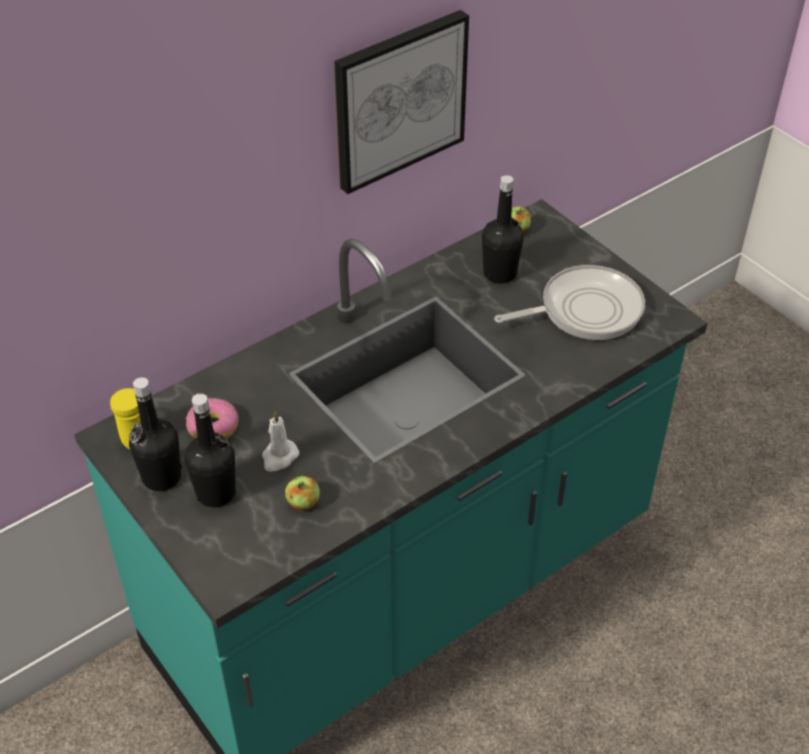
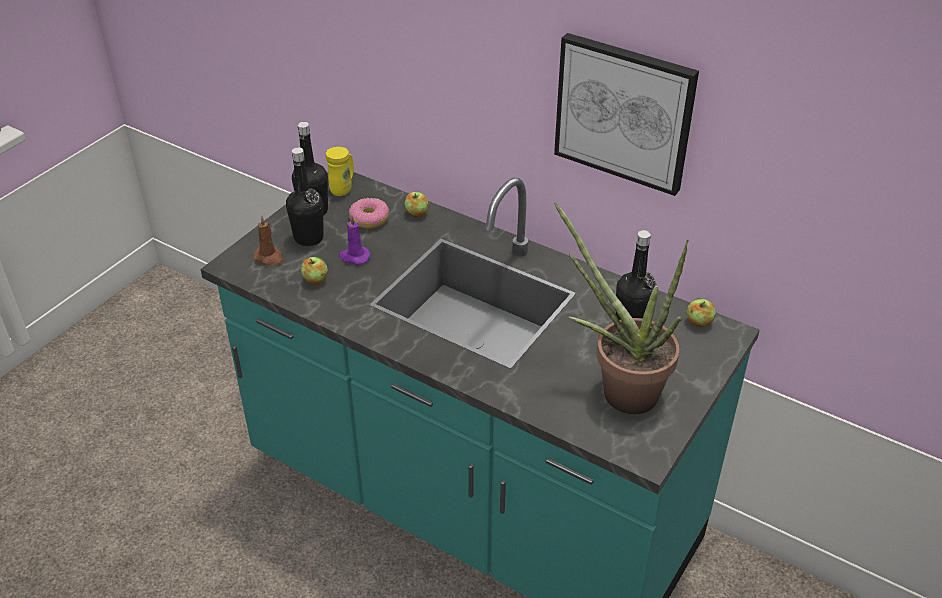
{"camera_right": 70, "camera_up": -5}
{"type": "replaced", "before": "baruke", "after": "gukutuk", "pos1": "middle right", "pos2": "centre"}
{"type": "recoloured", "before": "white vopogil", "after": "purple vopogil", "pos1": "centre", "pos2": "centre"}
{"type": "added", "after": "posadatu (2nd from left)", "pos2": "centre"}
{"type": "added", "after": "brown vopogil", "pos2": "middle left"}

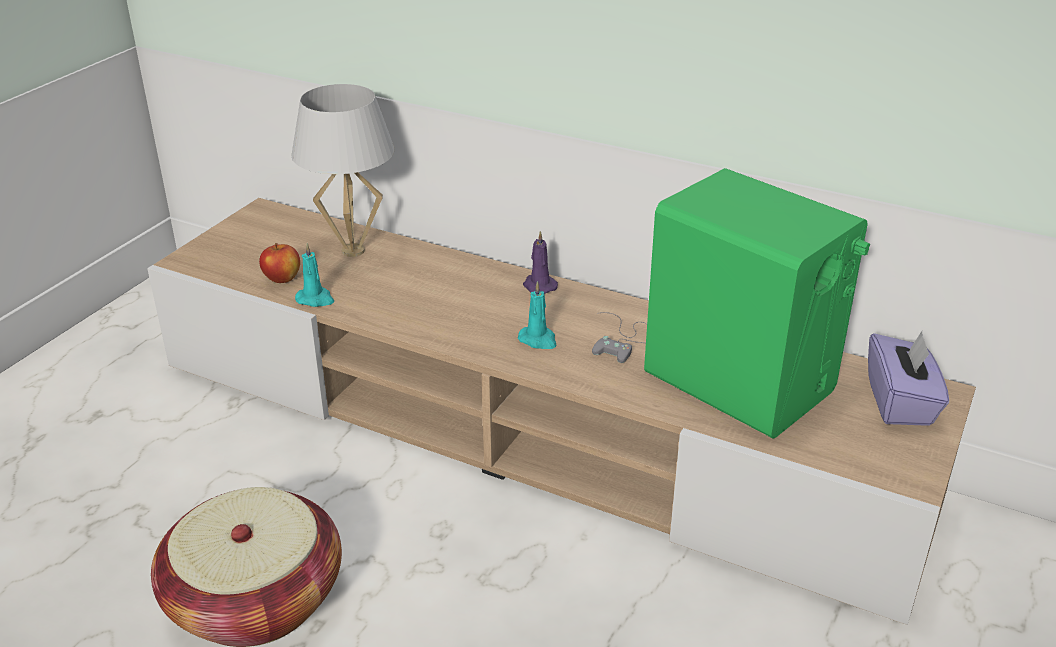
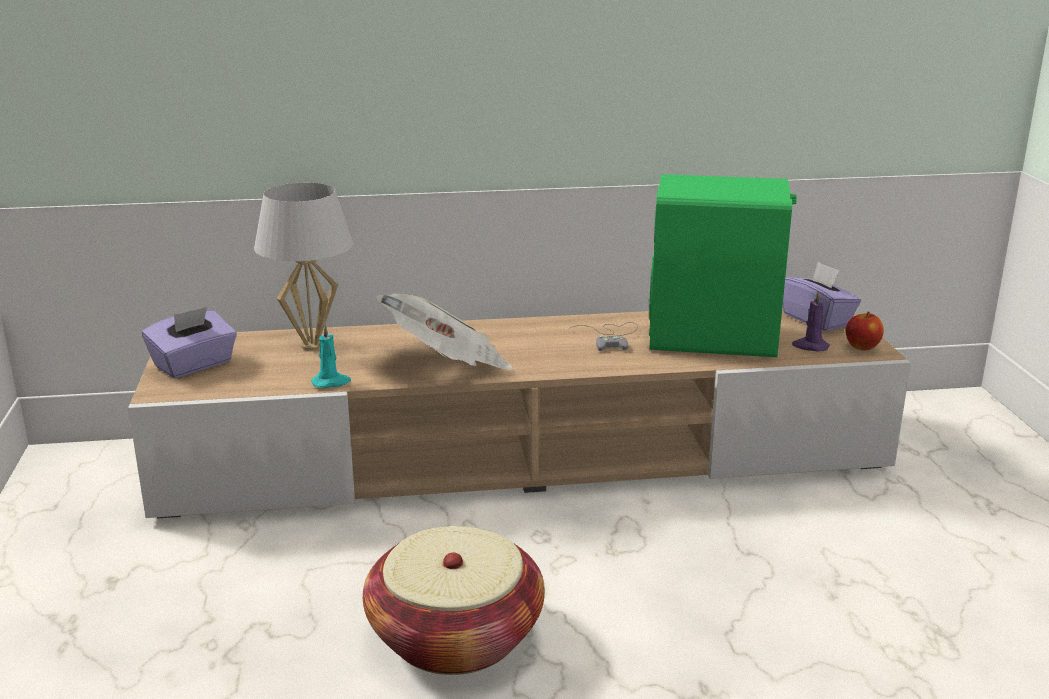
{"camera_right": -35, "camera_up": -10}
{"type": "moved", "before": "purple vopogil", "pos1": "centre", "pos2": "middle right"}
{"type": "moved", "before": "posadatu", "pos1": "middle left", "pos2": "middle right"}
{"type": "removed", "before": "turquoise vopogil (2nd from left)", "pos1": "centre"}
{"type": "added", "after": "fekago", "pos2": "centre"}
{"type": "added", "after": "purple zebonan (1st from left)", "pos2": "middle left"}

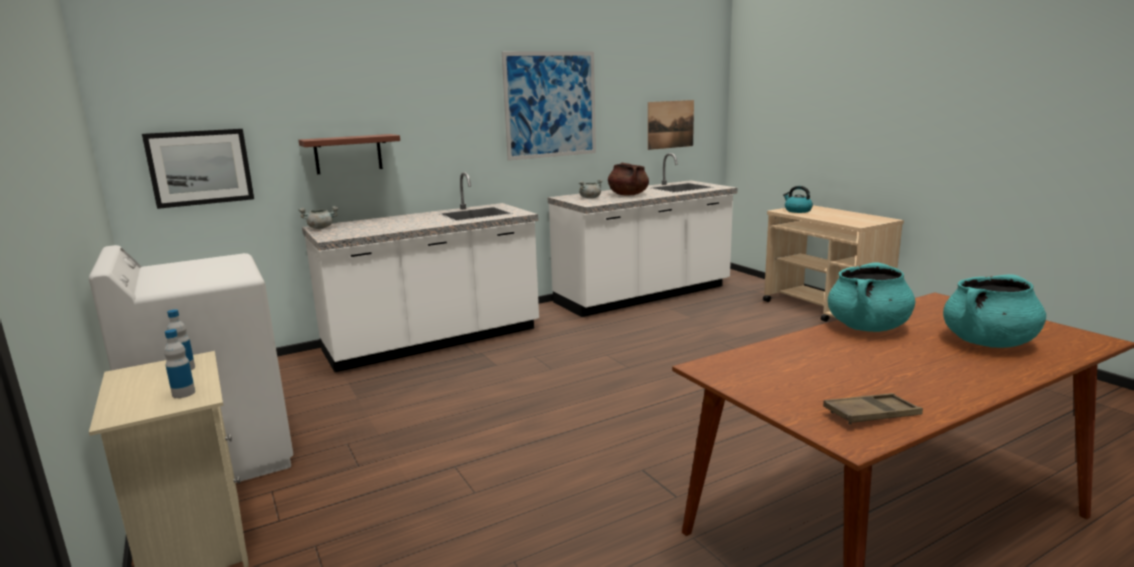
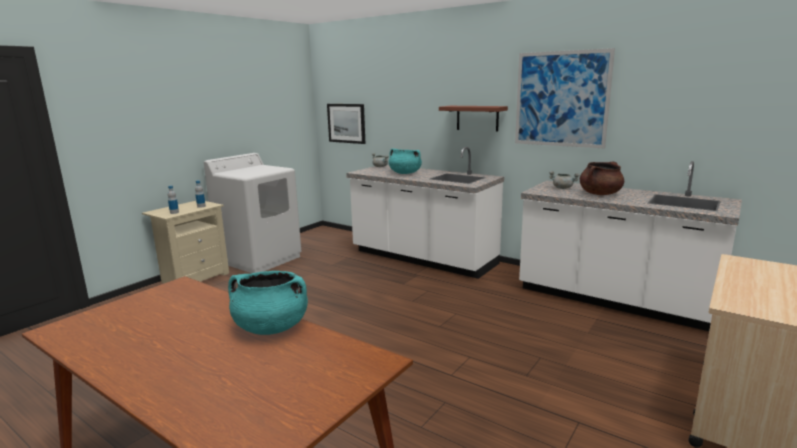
{"camera_right": 65, "camera_up": 0}
{"type": "removed", "before": "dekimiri (3rd from left)", "pos1": "top centre"}
{"type": "moved", "before": "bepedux", "pos1": "top left", "pos2": "top centre"}
{"type": "removed", "before": "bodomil", "pos1": "middle right"}
{"type": "moved", "before": "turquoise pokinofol (2nd from left)", "pos1": "middle right", "pos2": "centre"}
{"type": "removed", "before": "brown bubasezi", "pos1": "bottom right"}

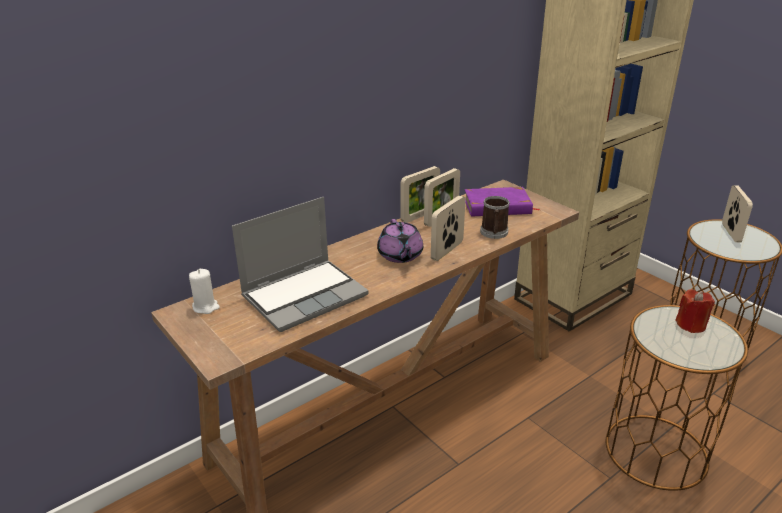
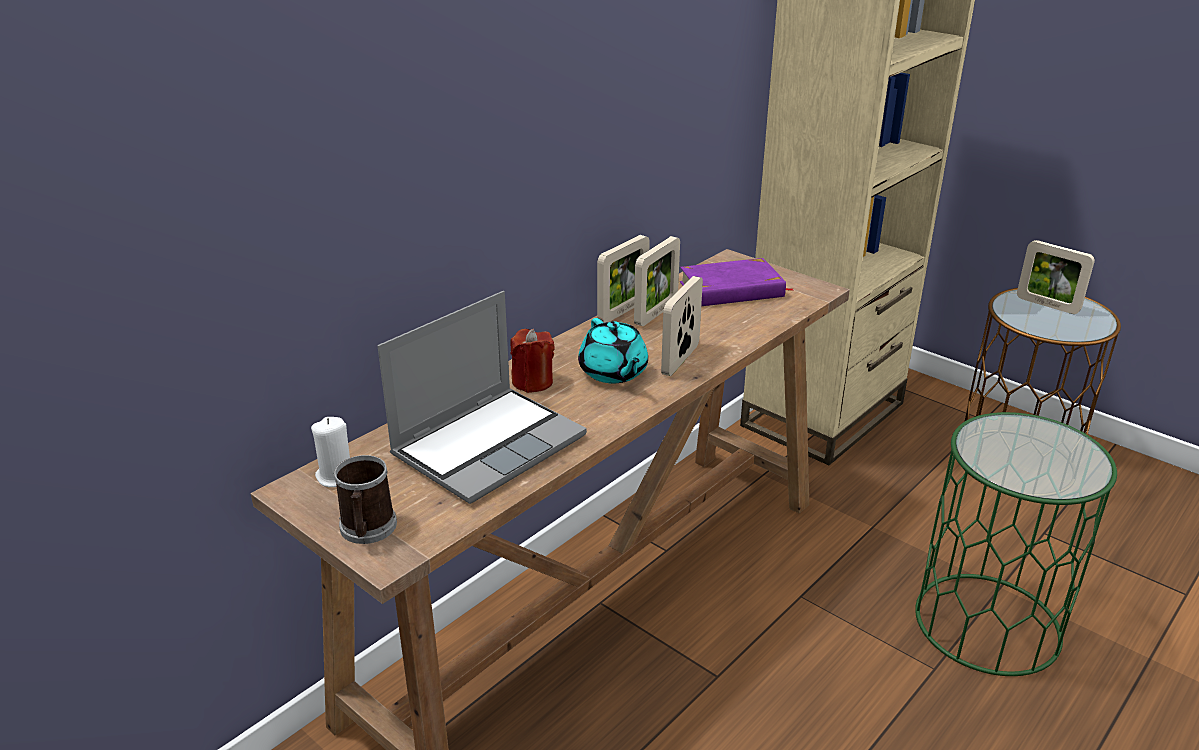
{"camera_right": -10, "camera_up": 0}
{"type": "turned", "before": "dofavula (4th from left)", "pos1": "middle right", "pos2": "middle right", "turn": 135}
{"type": "moved", "before": "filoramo", "pos1": "centre", "pos2": "middle left"}
{"type": "recoloured", "before": "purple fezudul", "after": "turquoise fezudul", "pos1": "centre", "pos2": "centre"}
{"type": "moved", "before": "red vopogil", "pos1": "middle right", "pos2": "centre"}
{"type": "recoloured", "before": "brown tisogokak (1st from left)", "after": "green tisogokak", "pos1": "bottom right", "pos2": "bottom right"}

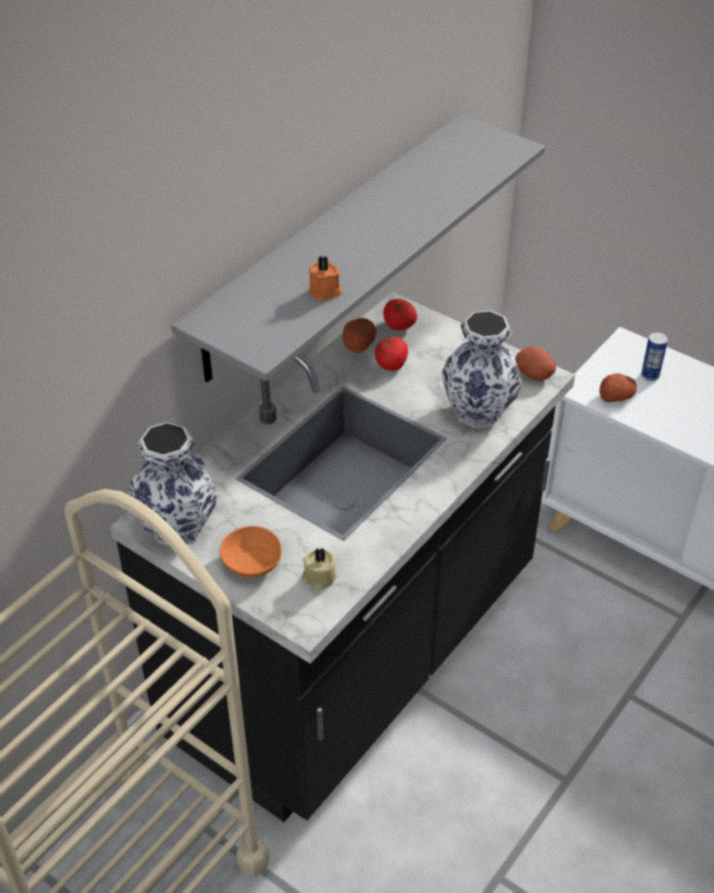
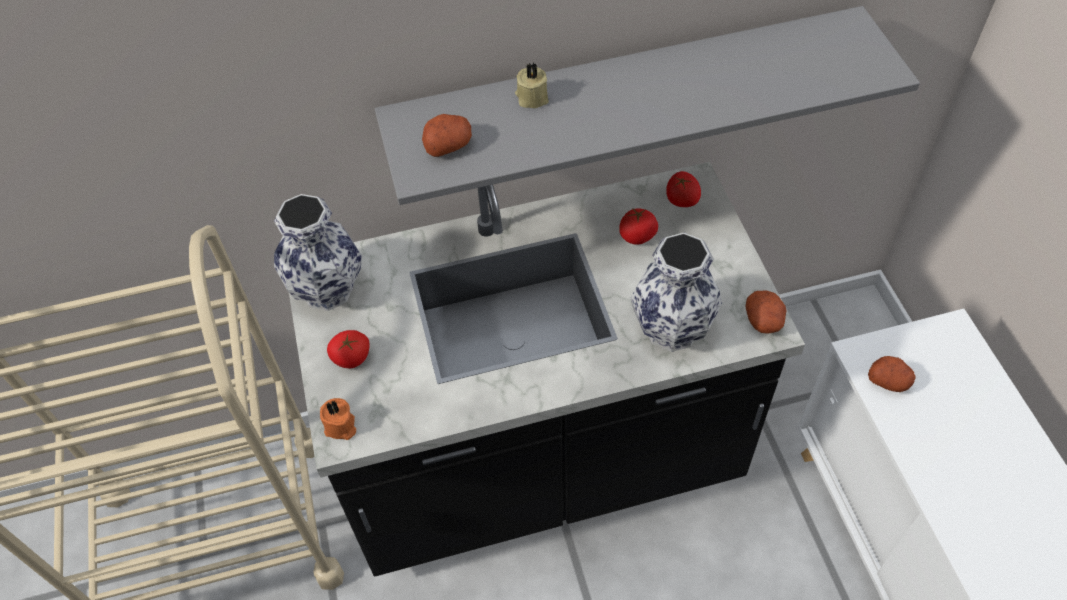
{"camera_right": 40, "camera_up": 10}
{"type": "moved", "before": "orange vopogil", "pos1": "top centre", "pos2": "bottom left"}
{"type": "moved", "before": "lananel (1st from left)", "pos1": "centre", "pos2": "top centre"}
{"type": "removed", "before": "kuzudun", "pos1": "middle right"}
{"type": "replaced", "before": "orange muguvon", "after": "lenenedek (1st from left)", "pos1": "centre", "pos2": "middle left"}
{"type": "moved", "before": "beige vopogil", "pos1": "centre", "pos2": "top centre"}

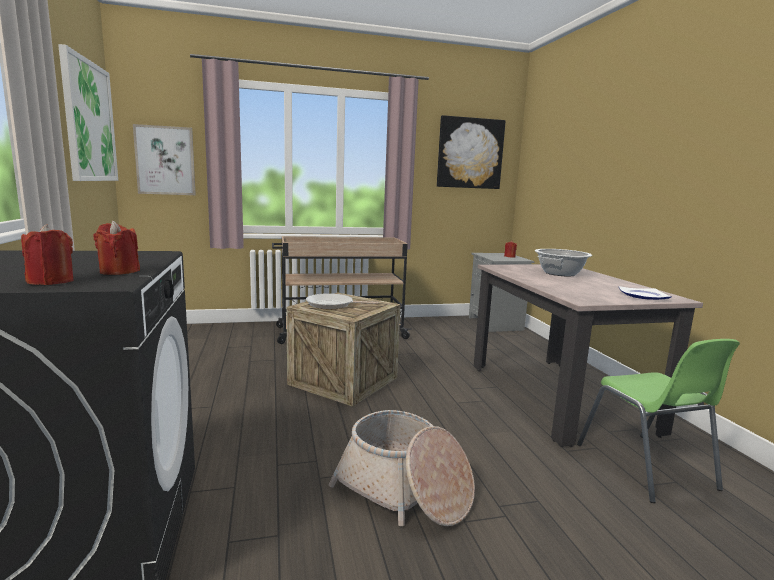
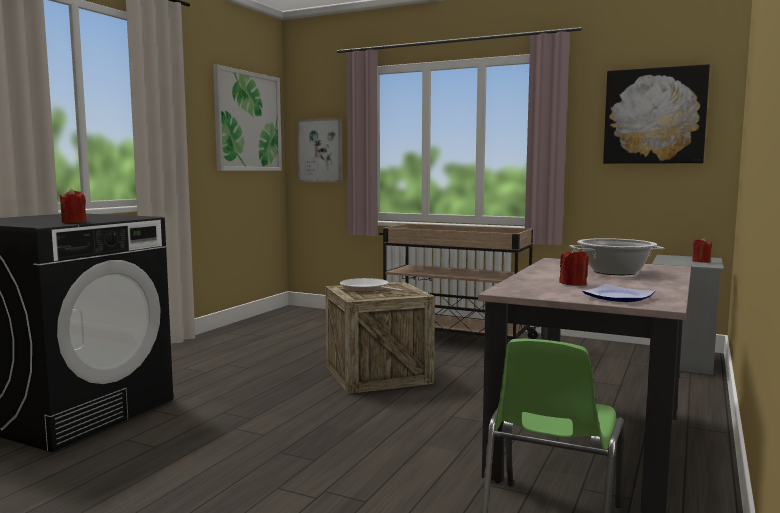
{"camera_right": 40, "camera_up": -5}
{"type": "moved", "before": "red vopogil (1st from left in the first image)", "after": "red vopogil (2nd from left)", "pos1": "middle left", "pos2": "middle right"}
{"type": "removed", "before": "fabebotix", "pos1": "bottom centre"}

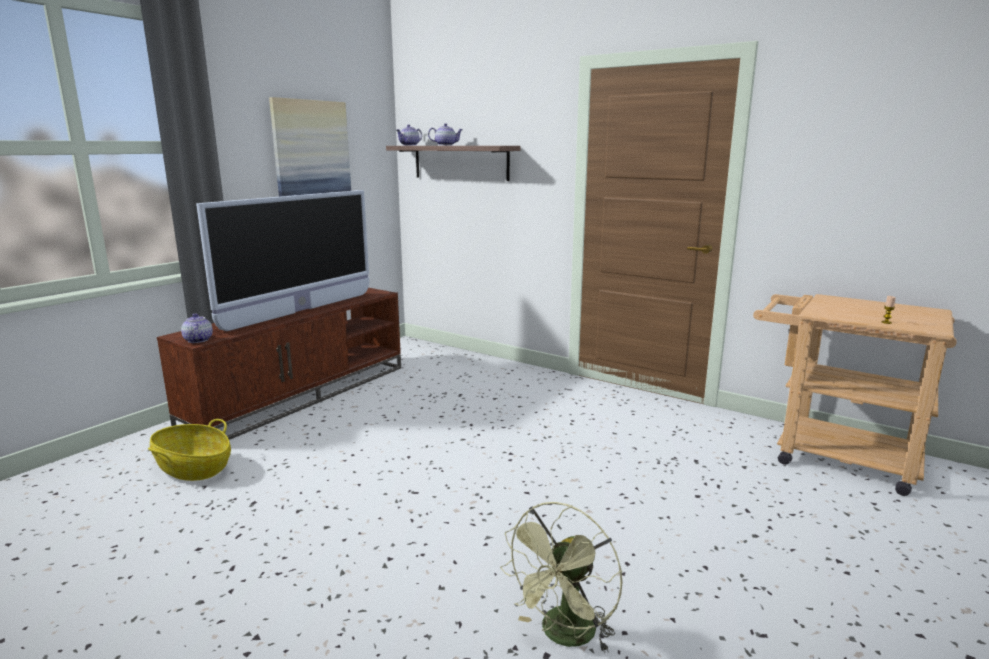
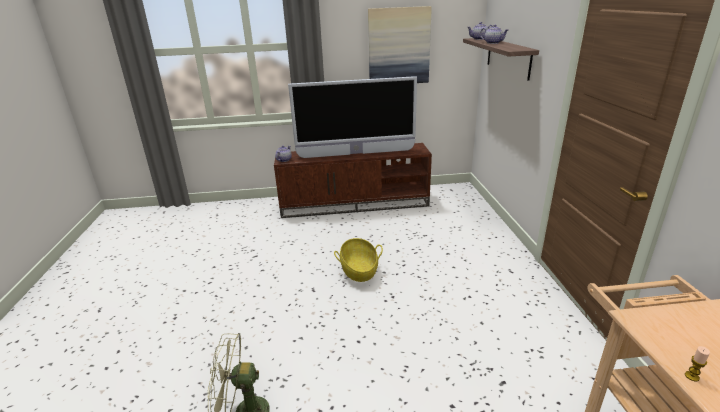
{"camera_right": 50, "camera_up": 10}
{"type": "moved", "before": "fabebotix", "pos1": "bottom left", "pos2": "centre"}

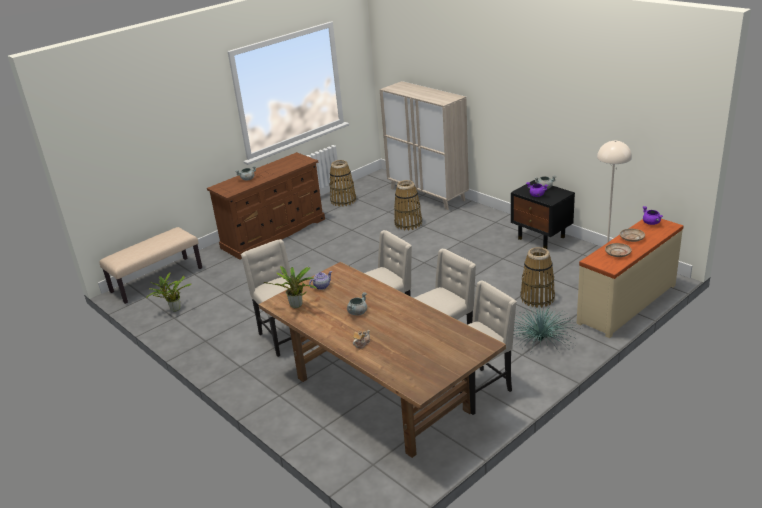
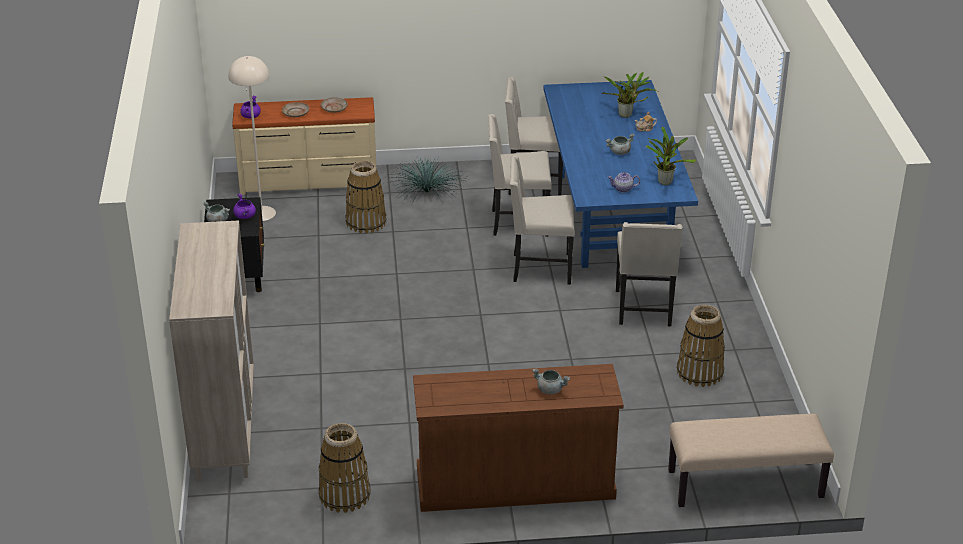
{"camera_right": -145, "camera_up": 5}
{"type": "moved", "before": "fabebotix (2nd from left in the first image)", "after": "fabebotix (3rd from left)", "pos1": "centre", "pos2": "middle right"}
{"type": "recoloured", "before": "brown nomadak", "after": "blue nomadak", "pos1": "bottom centre", "pos2": "top centre"}
{"type": "moved", "before": "gukutuk (1st from left in the first image)", "after": "gukutuk (2nd from left)", "pos1": "middle left", "pos2": "top centre"}

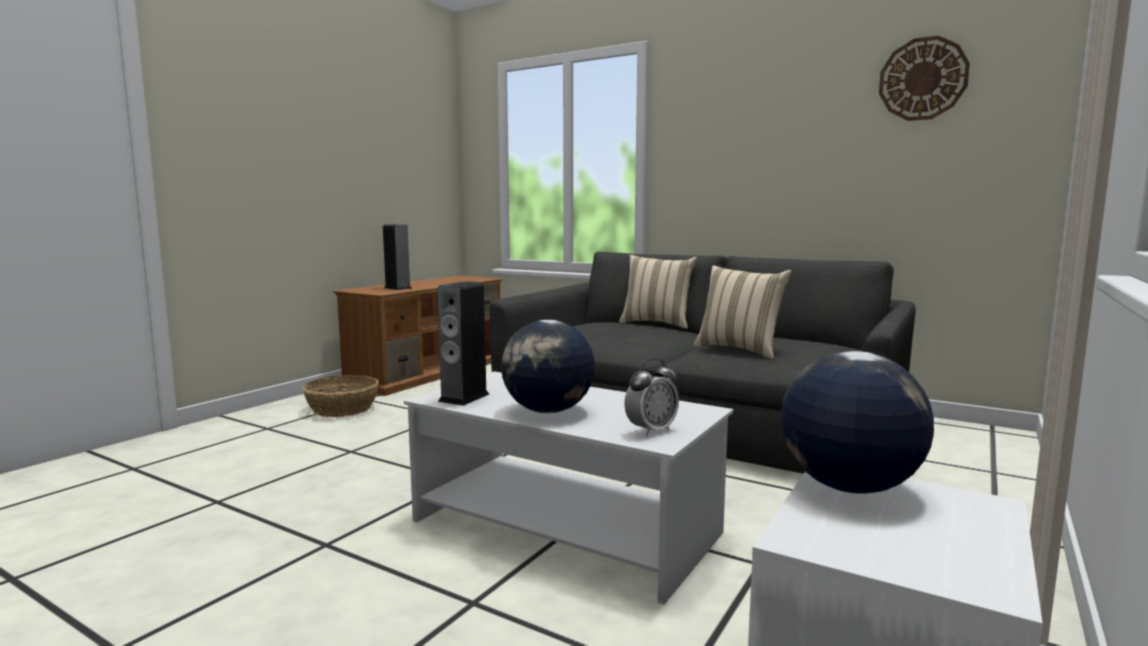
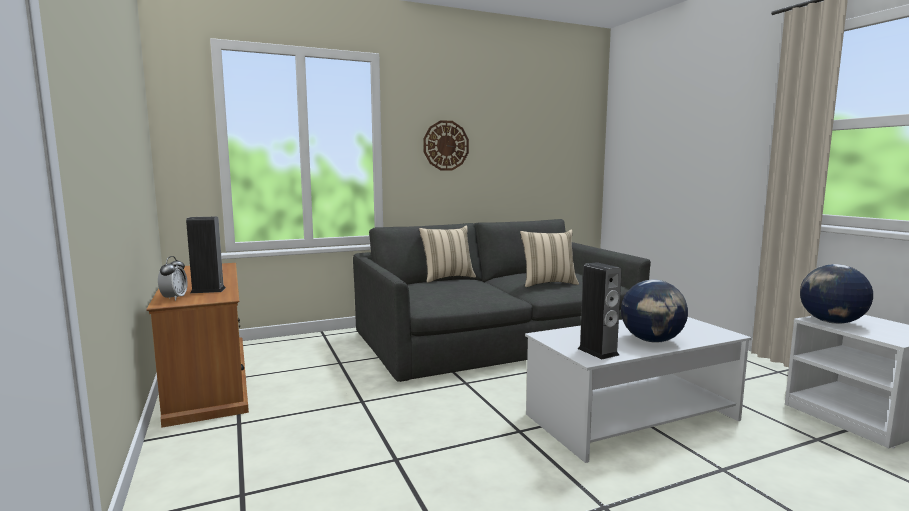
{"camera_right": -55, "camera_up": 0}
{"type": "moved", "before": "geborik", "pos1": "top right", "pos2": "top centre"}
{"type": "moved", "before": "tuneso", "pos1": "centre", "pos2": "middle left"}
{"type": "removed", "before": "fabebotix", "pos1": "middle left"}

